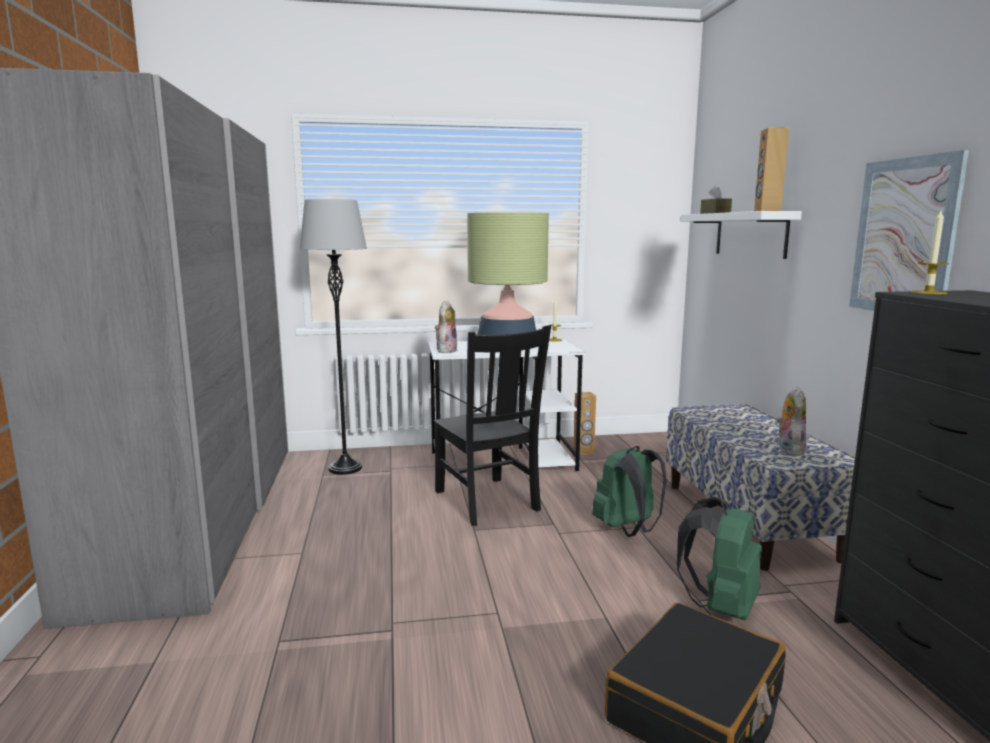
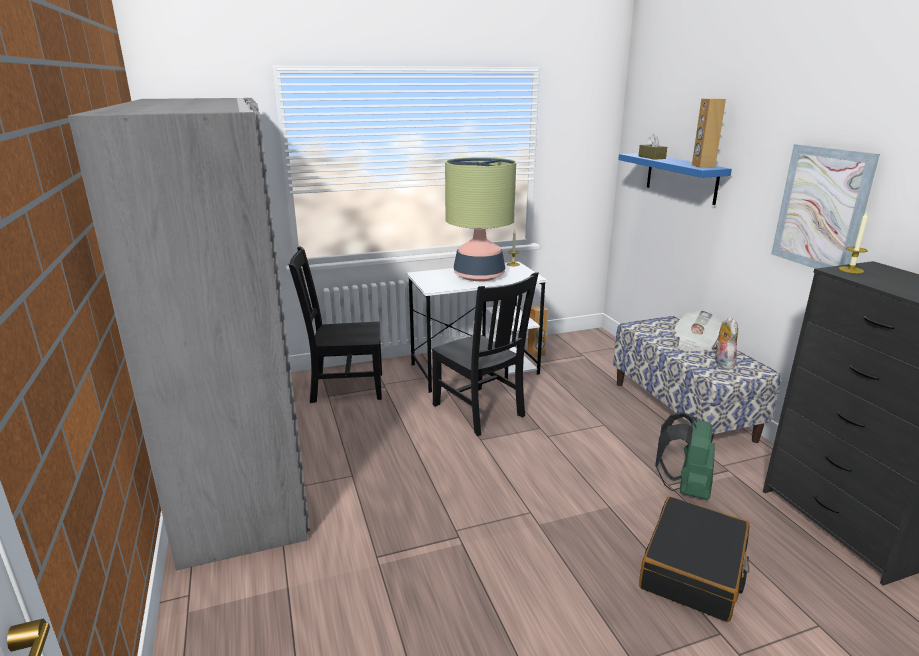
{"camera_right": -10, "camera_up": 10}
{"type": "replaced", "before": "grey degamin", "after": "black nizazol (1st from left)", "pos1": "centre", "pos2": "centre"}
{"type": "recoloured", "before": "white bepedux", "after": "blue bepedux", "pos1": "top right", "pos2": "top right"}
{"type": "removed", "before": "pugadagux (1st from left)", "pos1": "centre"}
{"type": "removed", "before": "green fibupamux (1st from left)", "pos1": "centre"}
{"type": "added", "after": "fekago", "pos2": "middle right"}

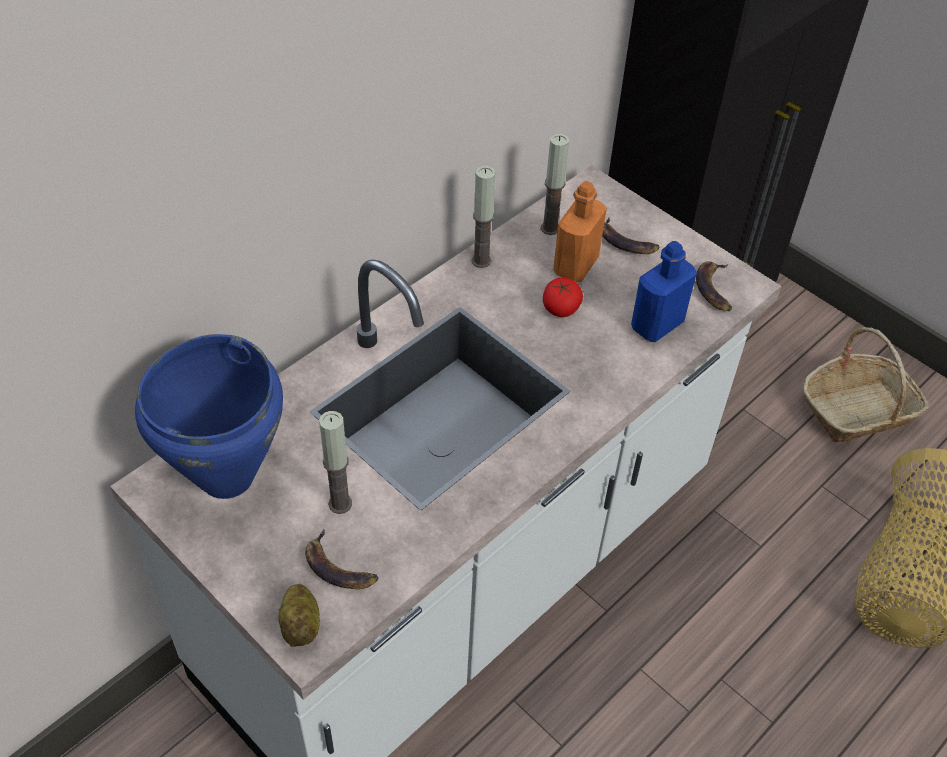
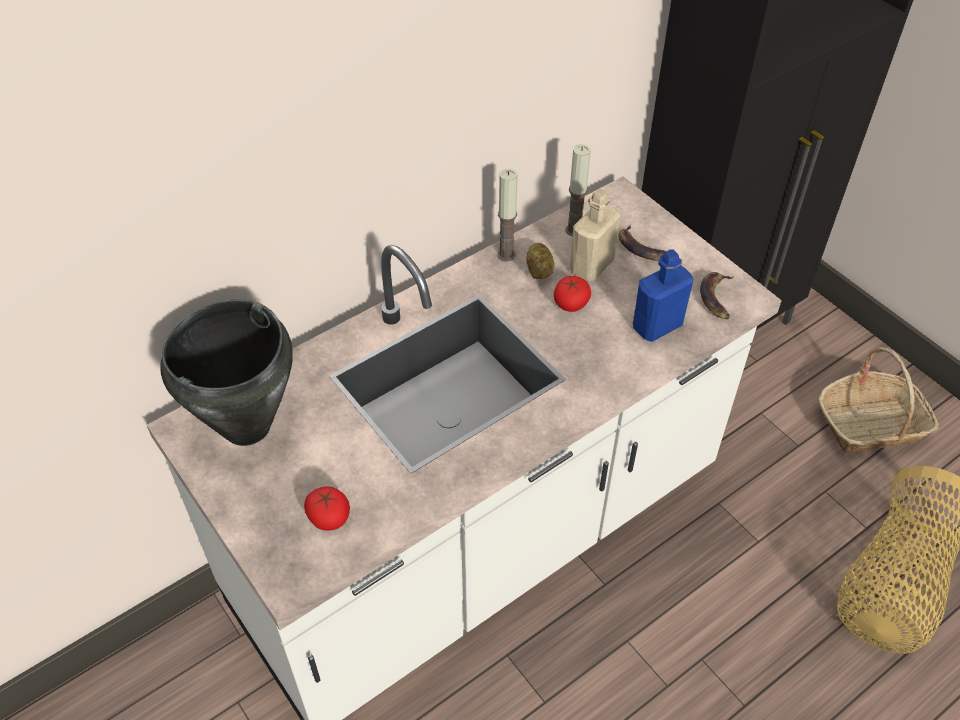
{"camera_right": 10, "camera_up": 0}
{"type": "recoloured", "before": "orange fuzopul", "after": "beige fuzopul", "pos1": "top centre", "pos2": "top centre"}
{"type": "recoloured", "before": "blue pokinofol", "after": "black pokinofol", "pos1": "middle left", "pos2": "middle left"}
{"type": "removed", "before": "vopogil (1st from left)", "pos1": "centre"}
{"type": "replaced", "before": "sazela (1st from left)", "after": "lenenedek (1st from left)", "pos1": "bottom centre", "pos2": "bottom centre"}
{"type": "moved", "before": "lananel", "pos1": "bottom left", "pos2": "centre"}

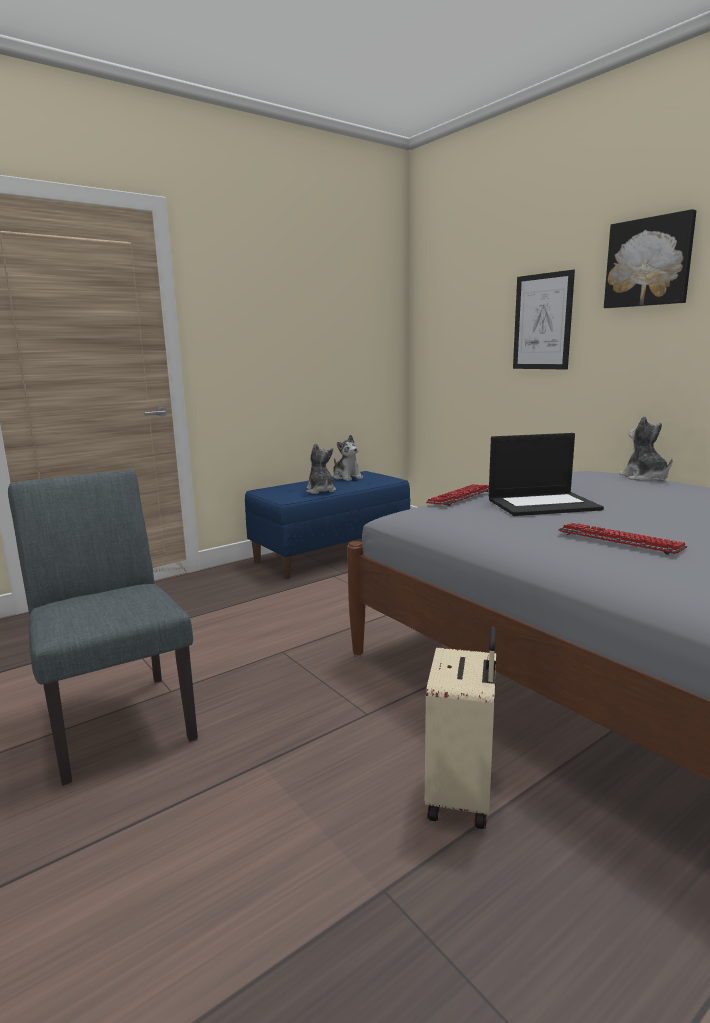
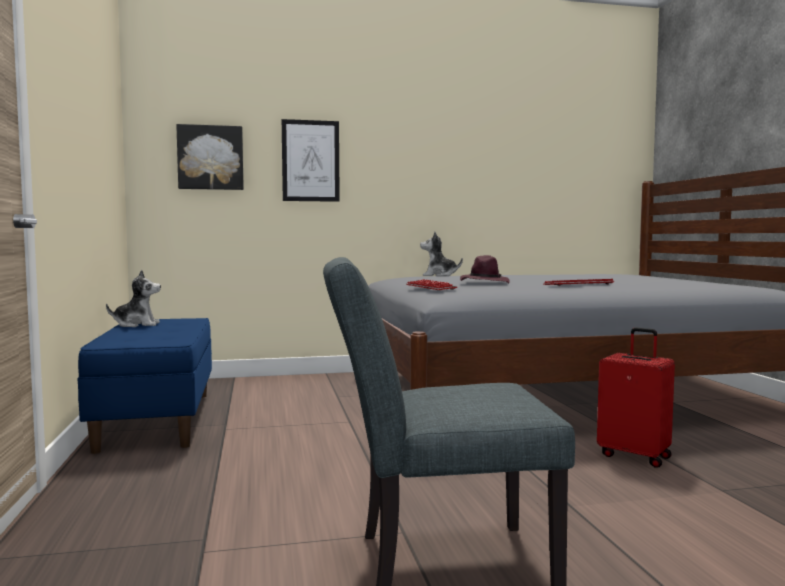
{"camera_right": -65, "camera_up": -10}
{"type": "moved", "before": "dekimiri (2nd from left in the first image)", "after": "dekimiri (1st from left)", "pos1": "top right", "pos2": "top left"}
{"type": "replaced", "before": "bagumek", "after": "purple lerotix", "pos1": "middle right", "pos2": "centre"}
{"type": "removed", "before": "pugadagux (1st from left)", "pos1": "centre"}
{"type": "recoloured", "before": "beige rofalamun", "after": "red rofalamun", "pos1": "bottom centre", "pos2": "bottom right"}

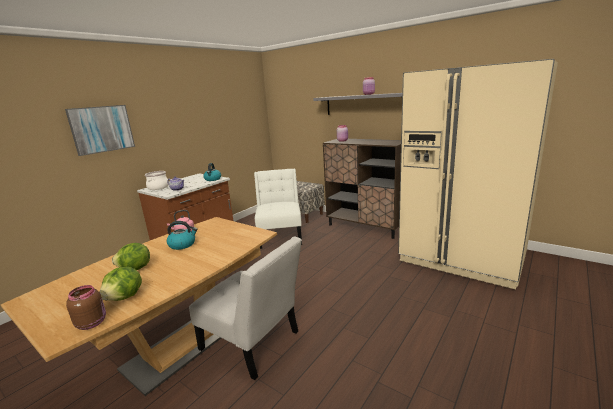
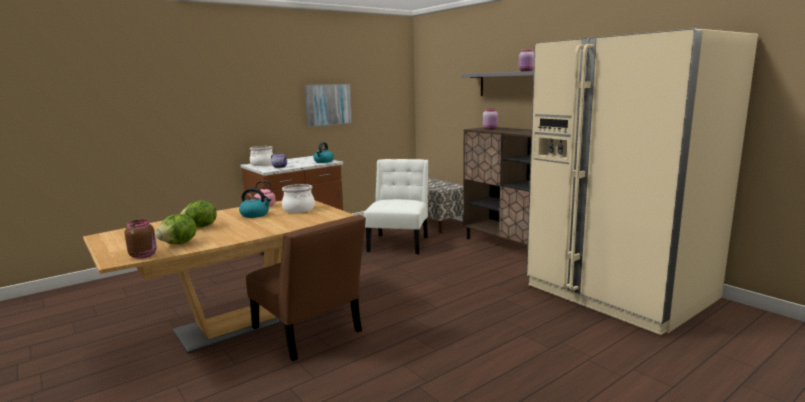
{"camera_right": 15, "camera_up": -5}
{"type": "moved", "before": "dekimiri", "pos1": "top left", "pos2": "top centre"}
{"type": "recoloured", "before": "white nizazol (1st from left)", "after": "brown nizazol", "pos1": "bottom centre", "pos2": "bottom centre"}
{"type": "added", "after": "pokinofol (2nd from left)", "pos2": "centre"}

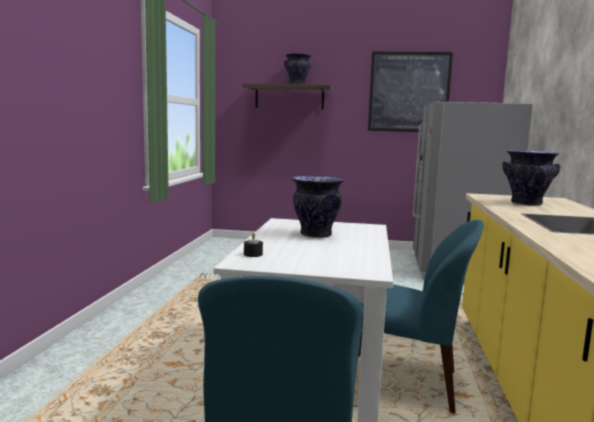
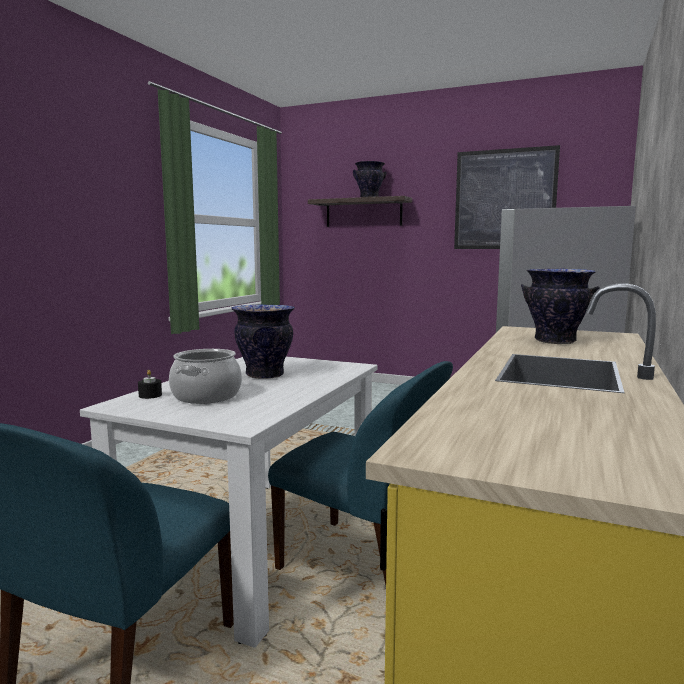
{"camera_right": 15, "camera_up": 0}
{"type": "added", "after": "pokinofol", "pos2": "middle left"}

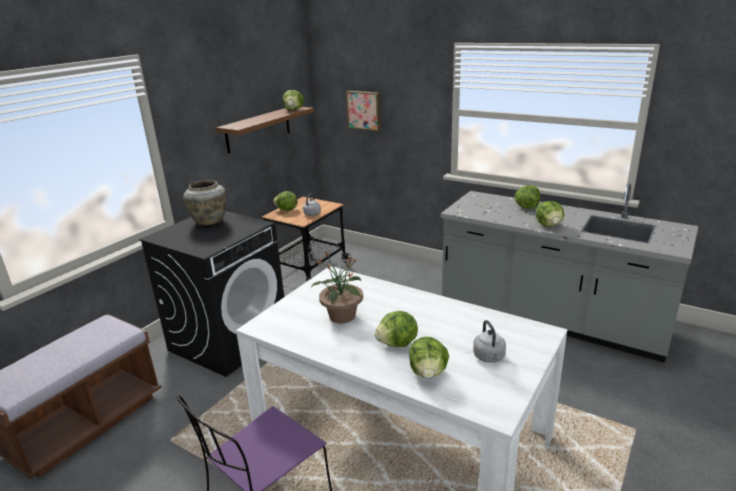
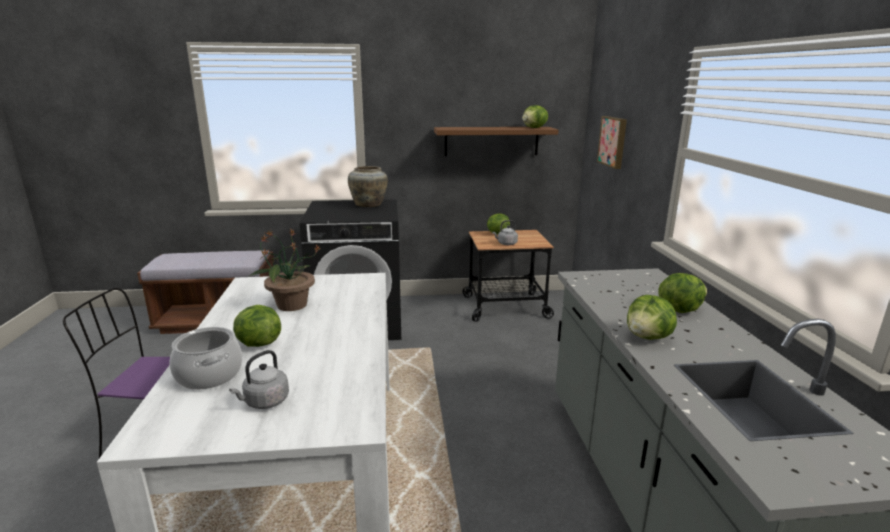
{"camera_right": 50, "camera_up": -5}
{"type": "replaced", "before": "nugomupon (4th from left)", "after": "pokinofol", "pos1": "bottom centre", "pos2": "bottom left"}

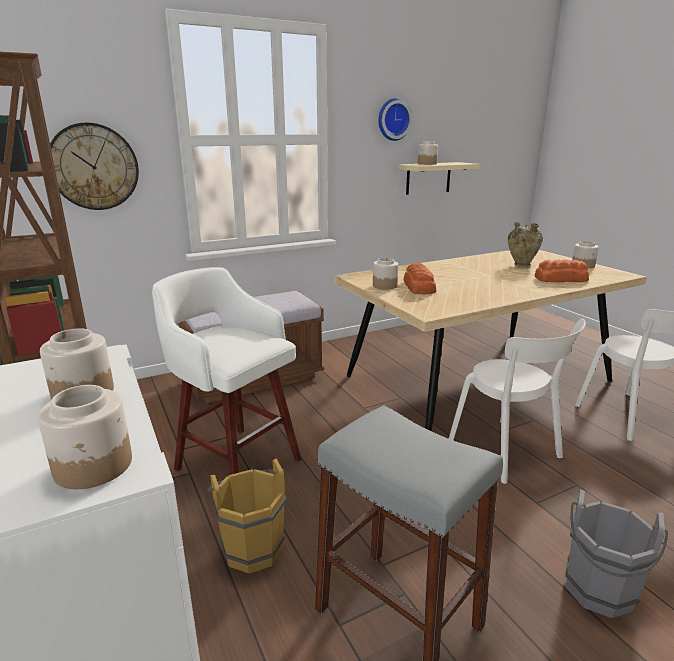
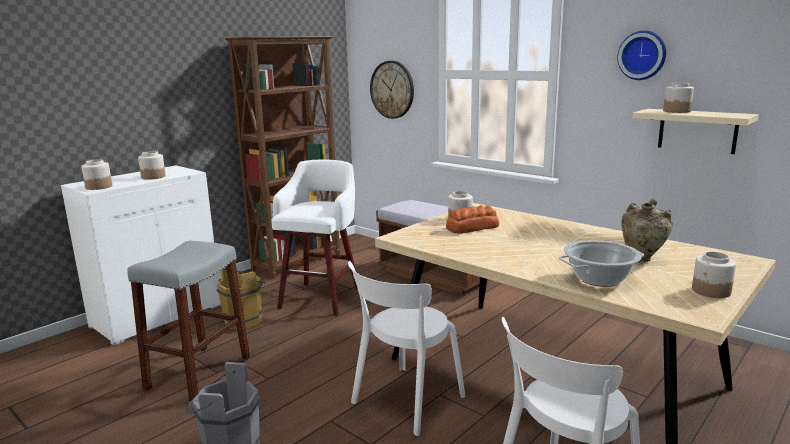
{"camera_right": 70, "camera_up": -5}
{"type": "replaced", "before": "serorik (2nd from left)", "after": "pokinofol", "pos1": "middle right", "pos2": "middle right"}

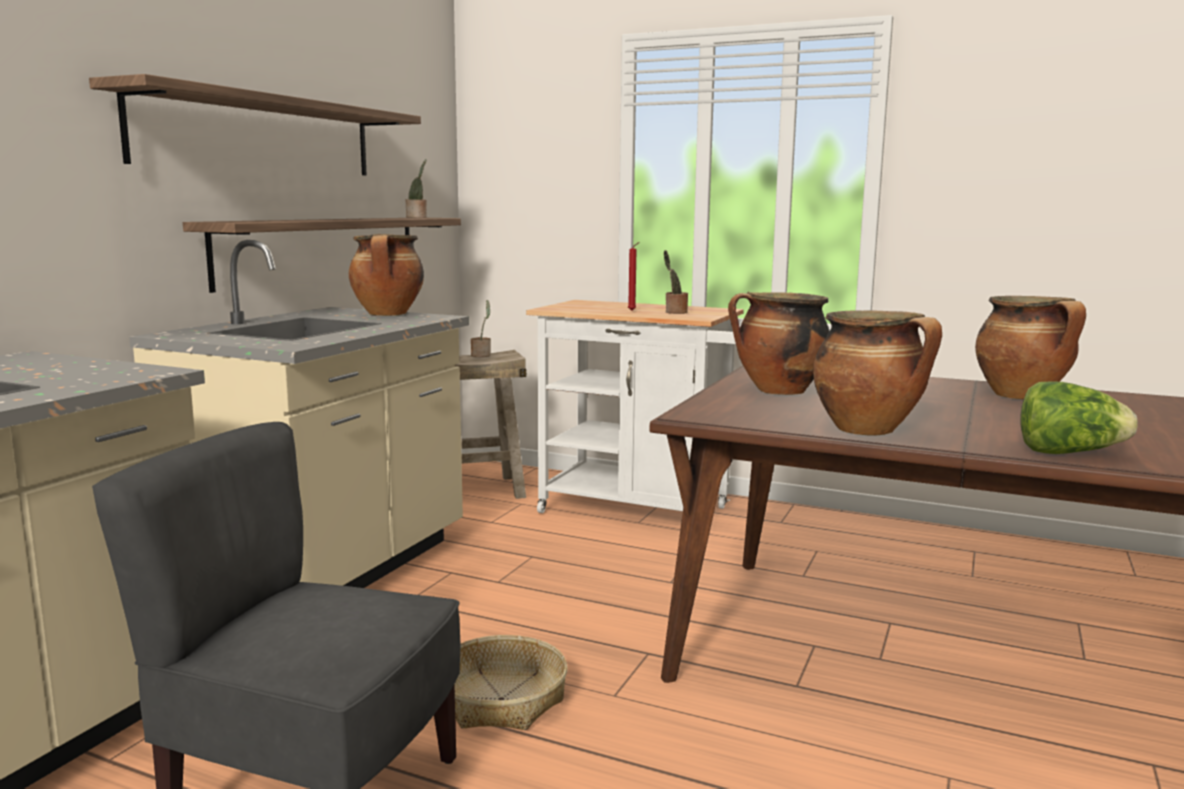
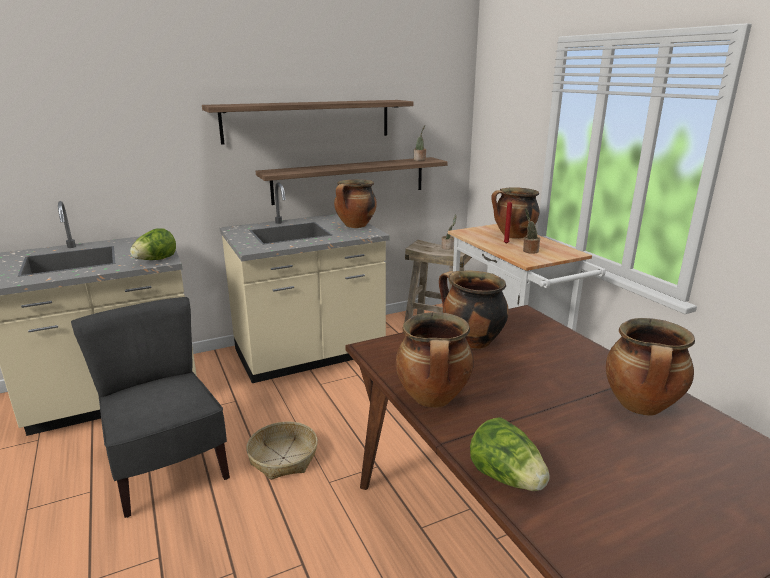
{"camera_right": 40, "camera_up": 10}
{"type": "added", "after": "pokinofol (4th from left)", "pos2": "middle right"}
{"type": "added", "after": "nugomupon (1st from left)", "pos2": "middle left"}

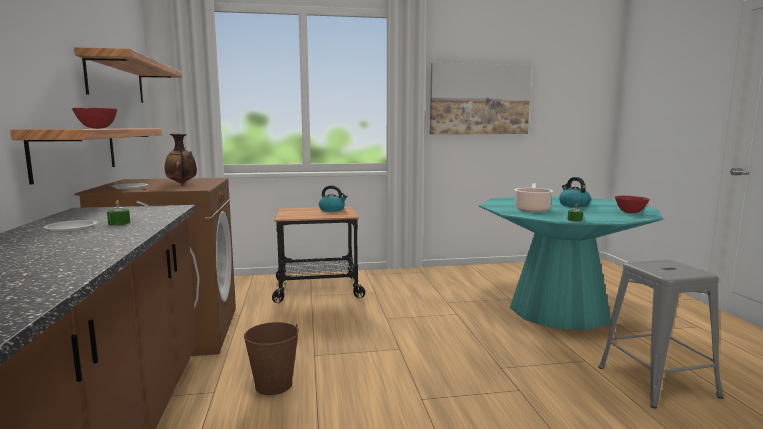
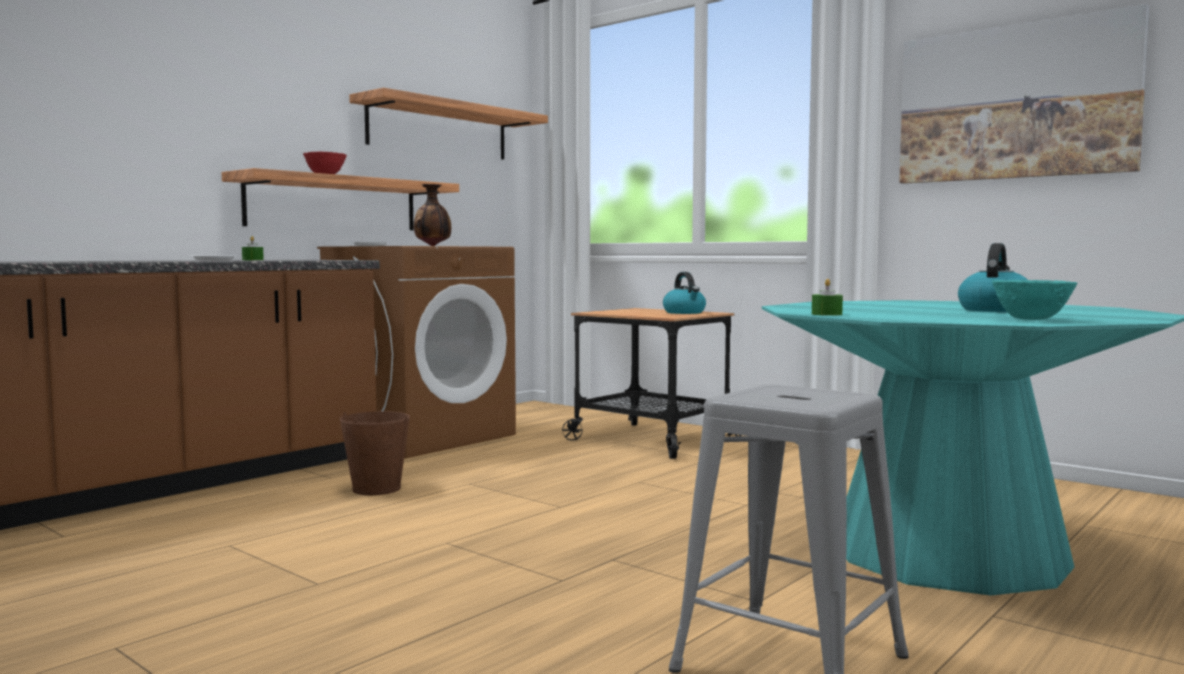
{"camera_right": 50, "camera_up": -5}
{"type": "removed", "before": "pokinofol", "pos1": "middle right"}
{"type": "recoloured", "before": "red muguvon (2nd from left)", "after": "turquoise muguvon", "pos1": "middle right", "pos2": "middle right"}

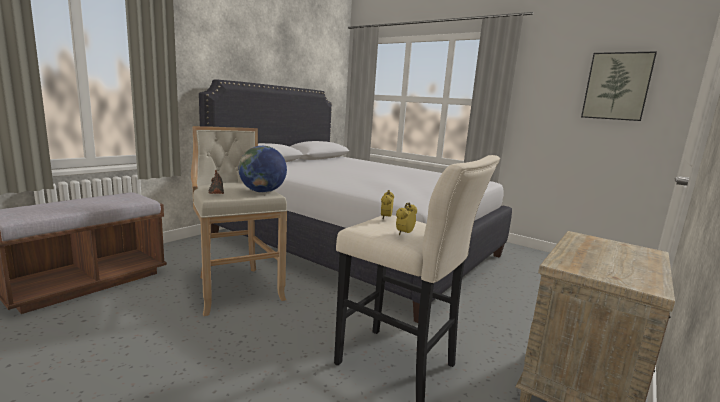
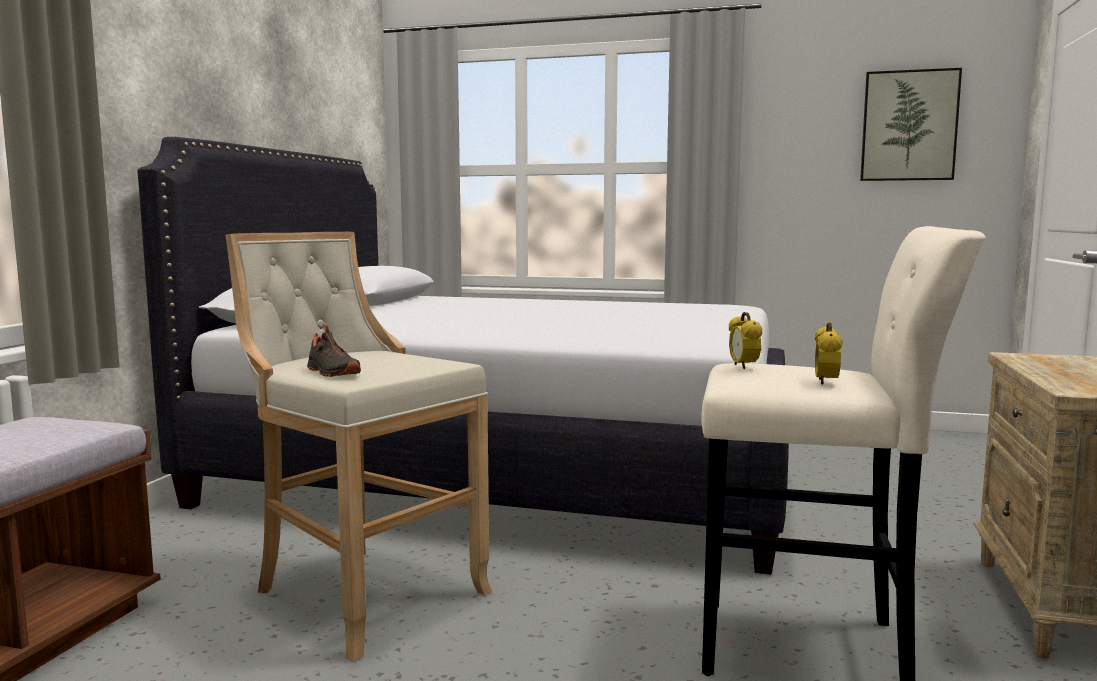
{"camera_right": -20, "camera_up": -5}
{"type": "removed", "before": "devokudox", "pos1": "centre"}

